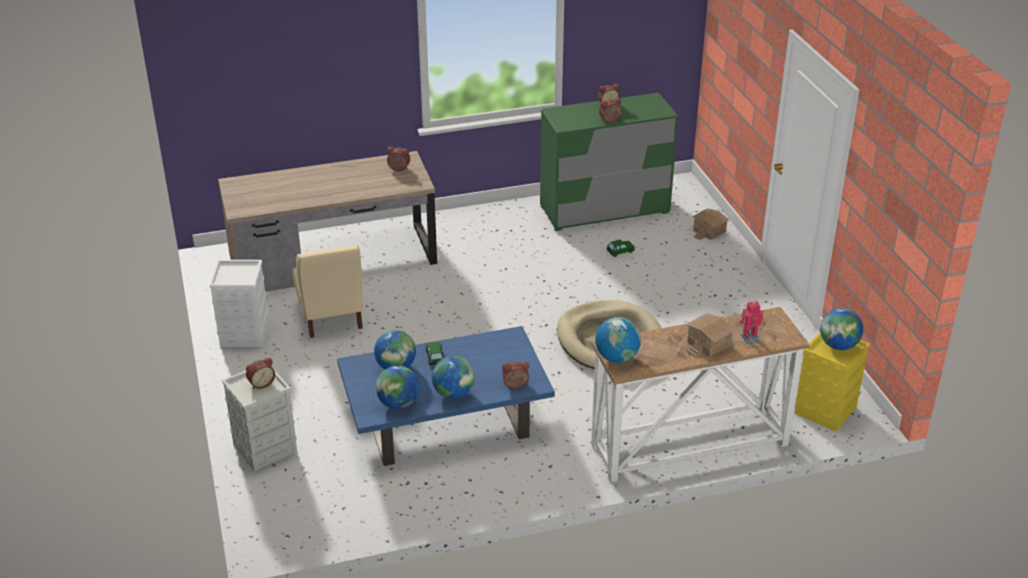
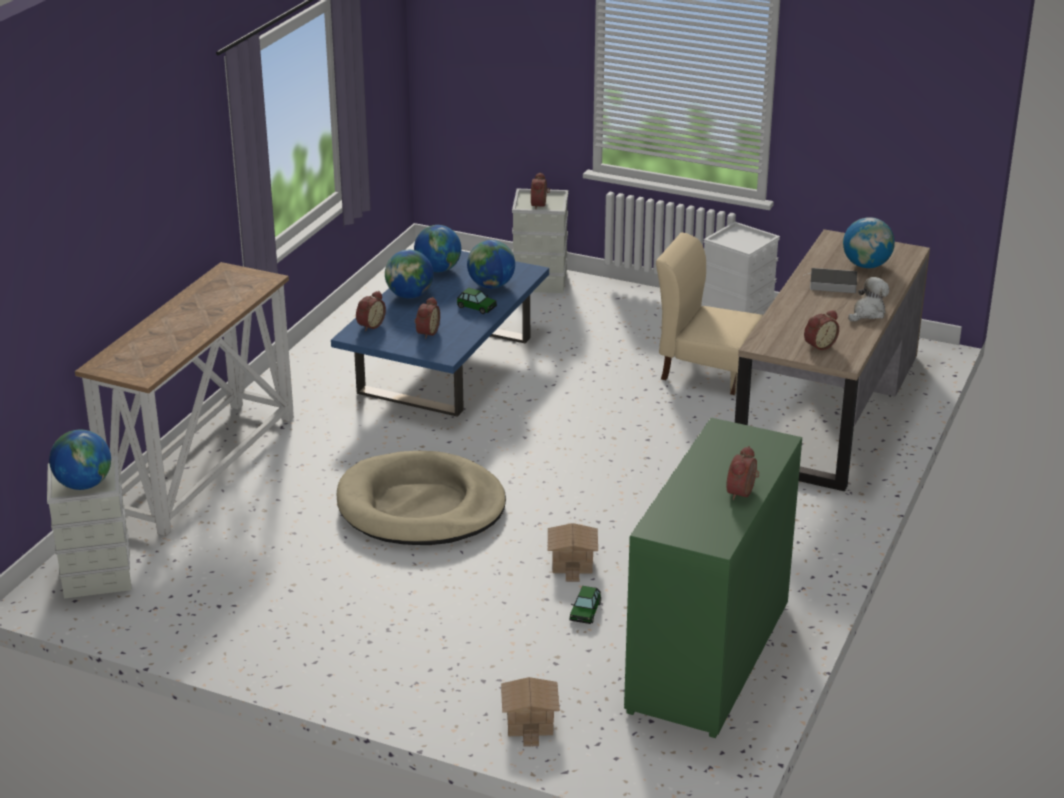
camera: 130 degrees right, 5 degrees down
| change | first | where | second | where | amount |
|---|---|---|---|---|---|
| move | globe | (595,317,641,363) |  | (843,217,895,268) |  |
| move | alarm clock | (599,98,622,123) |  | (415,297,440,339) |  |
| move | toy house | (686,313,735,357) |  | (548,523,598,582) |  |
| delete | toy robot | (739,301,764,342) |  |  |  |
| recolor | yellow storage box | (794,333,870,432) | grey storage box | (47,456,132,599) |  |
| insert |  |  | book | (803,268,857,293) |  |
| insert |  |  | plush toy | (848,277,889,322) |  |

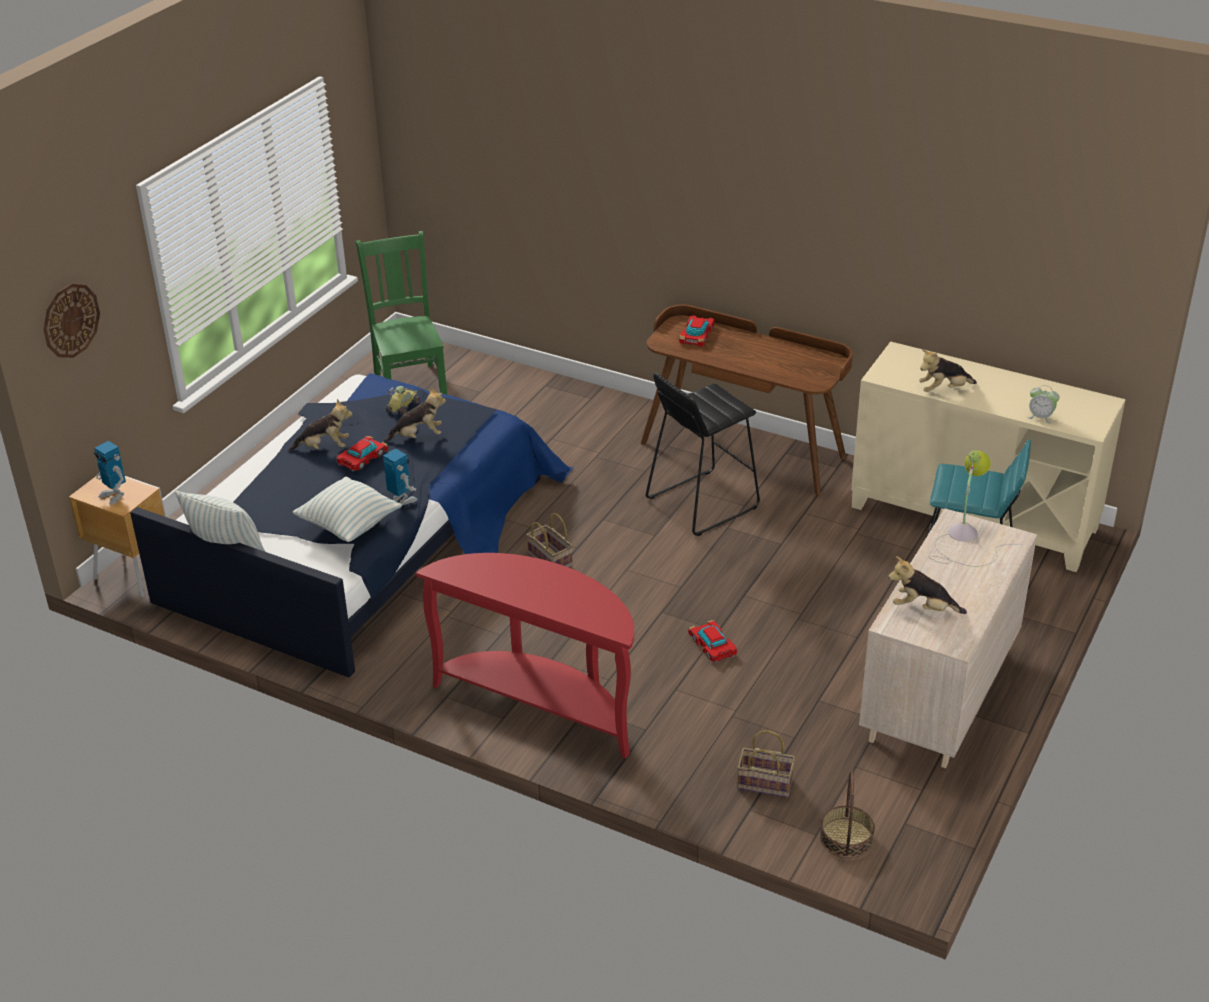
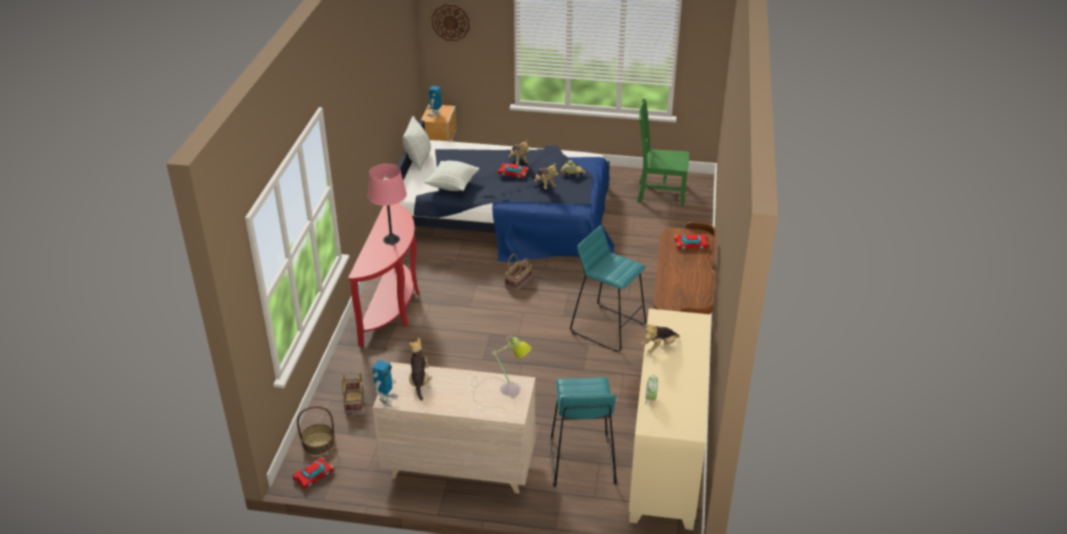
camera: 70 degrees right, 0 degrees up
| change | first | where | second | where | amount |
|---|---|---|---|---|---|
| rotate | green chair | (356,231,447,395) |  | (637,99,689,206) | 135 degrees counterclockwise |
| move | toy robot | (383,449,418,505) |  | (372,360,399,407) |  |
| recolor | black stool | (646,373,760,536) | turquoise stool | (570,225,646,352) |  |
| move | toy car | (688,620,737,663) |  | (293,457,334,489) |  |
| rotate | plush toy | (919,350,977,392) |  | (641,324,680,353) | 90 degrees counterclockwise |
| insert |  |  | pink table lamp | (368,164,407,245) |  |

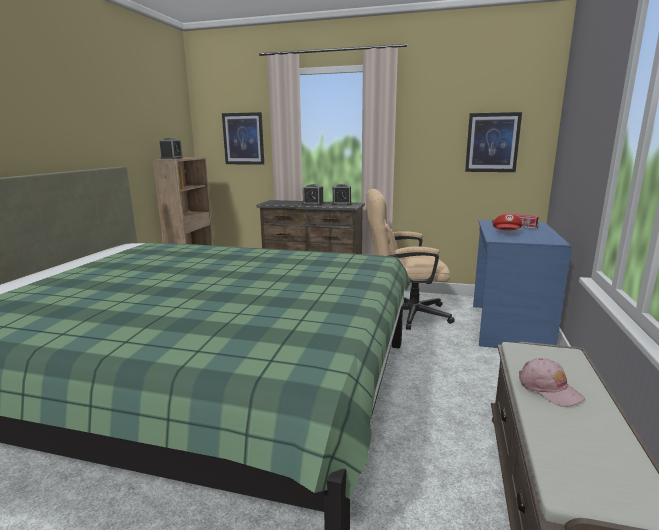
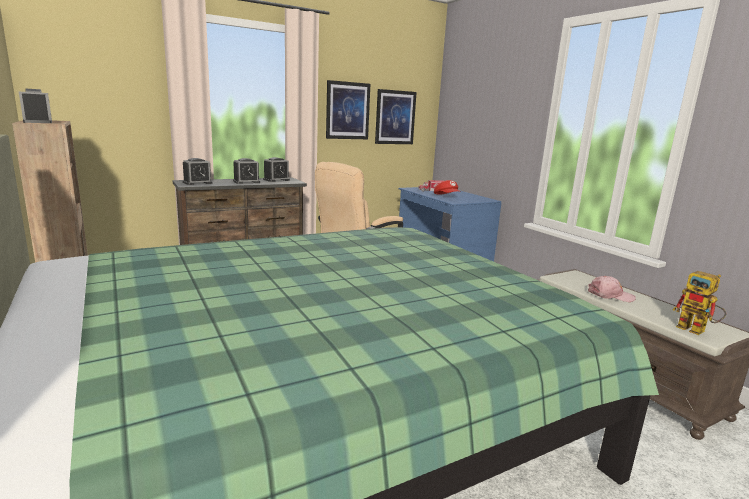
camera: 45 degrees left, 0 degrees up
| change | first | where | second | where | amount |
|---|---|---|---|---|---|
| move | picture | (222,112,264,165) |  | (326,80,370,139) |  |
| insert |  |  | alarm clock | (183,158,213,185) |  |
| insert |  |  | toy robot | (673,271,726,335) |  |

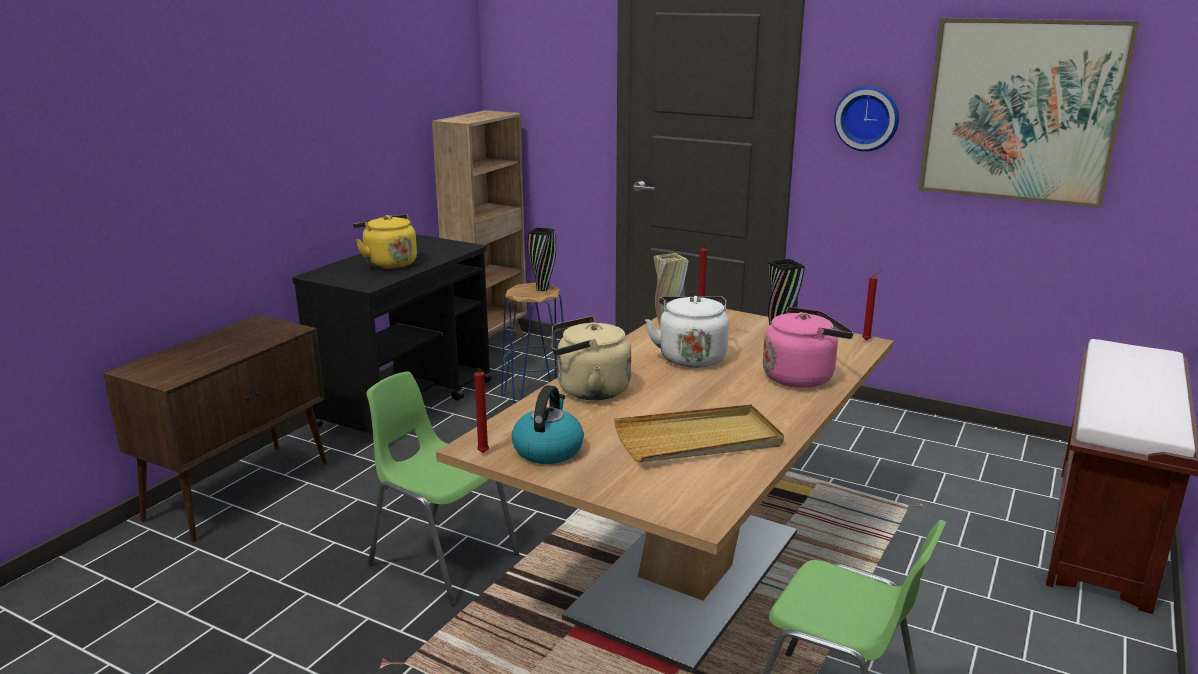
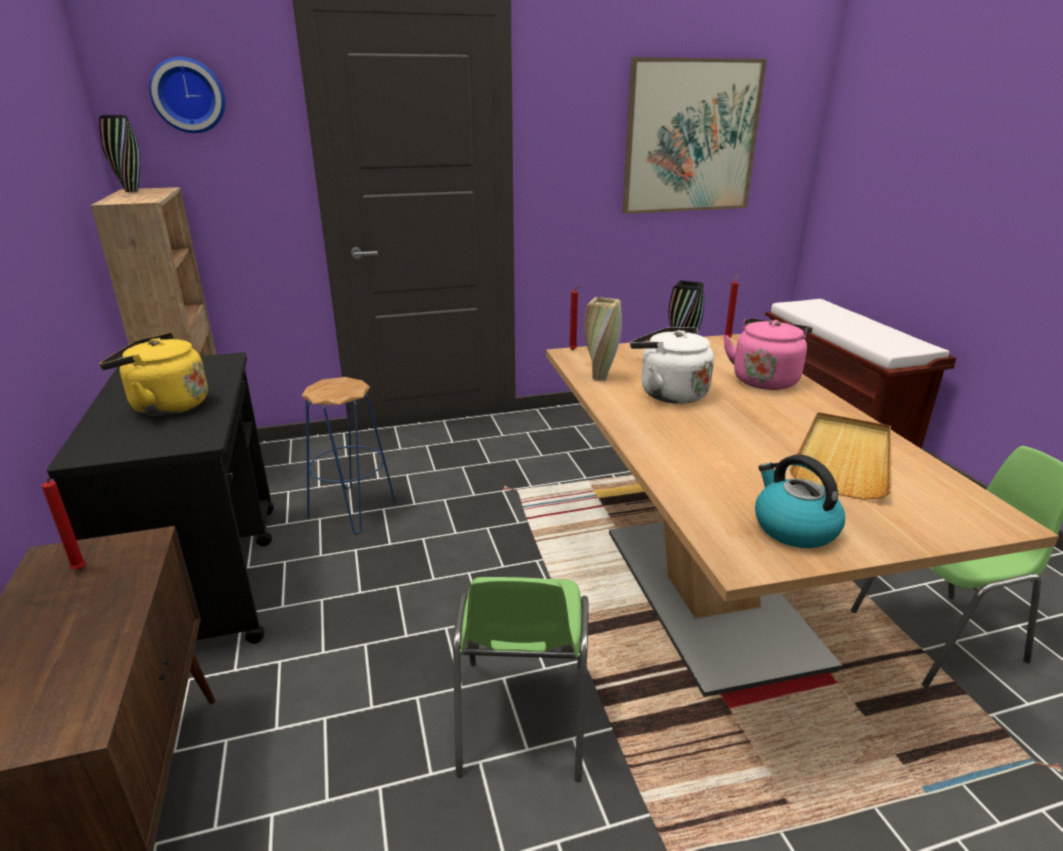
camera: 45 degrees left, 5 degrees up
| change | first | where | second | where | amount |
|---|---|---|---|---|---|
| rotate | green chair | (367,371,519,606) |  | (453,577,589,782) | 75 degrees counterclockwise |
| move | red candle | (474,368,489,453) |  | (42,477,86,570) |  |
| move | black vase | (528,228,556,291) |  | (99,115,140,192) |  |
| delete | beige kettle | (552,316,631,400) |  |  |  |
| move | wall clock | (834,86,899,152) |  | (149,57,225,133) |  |

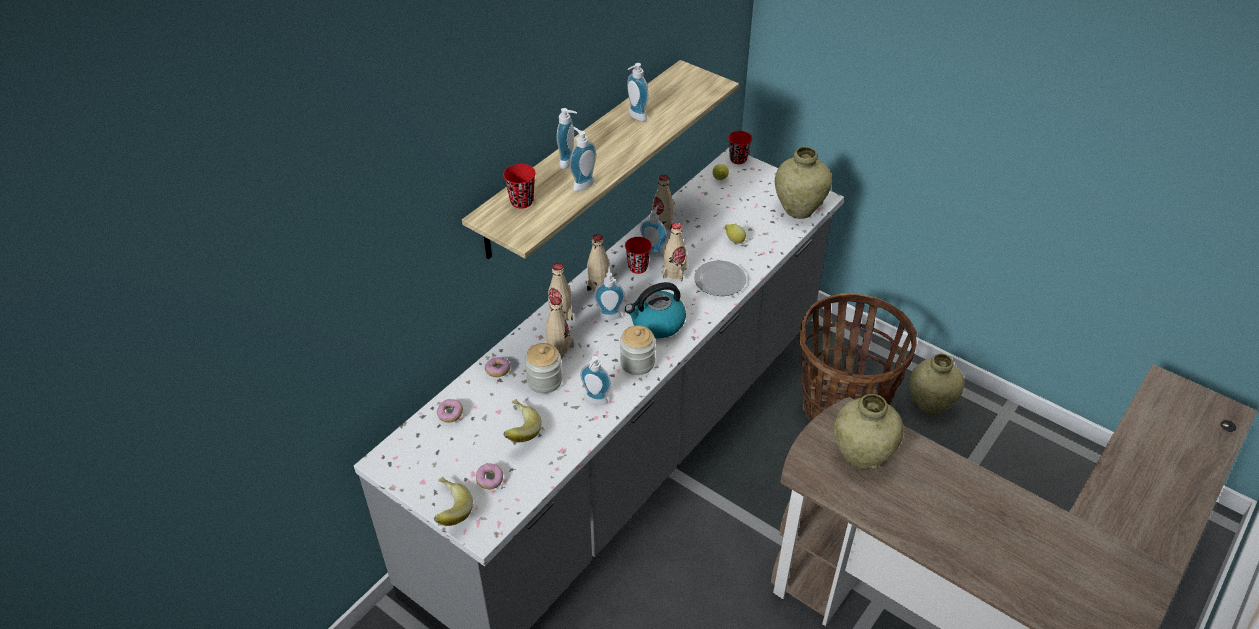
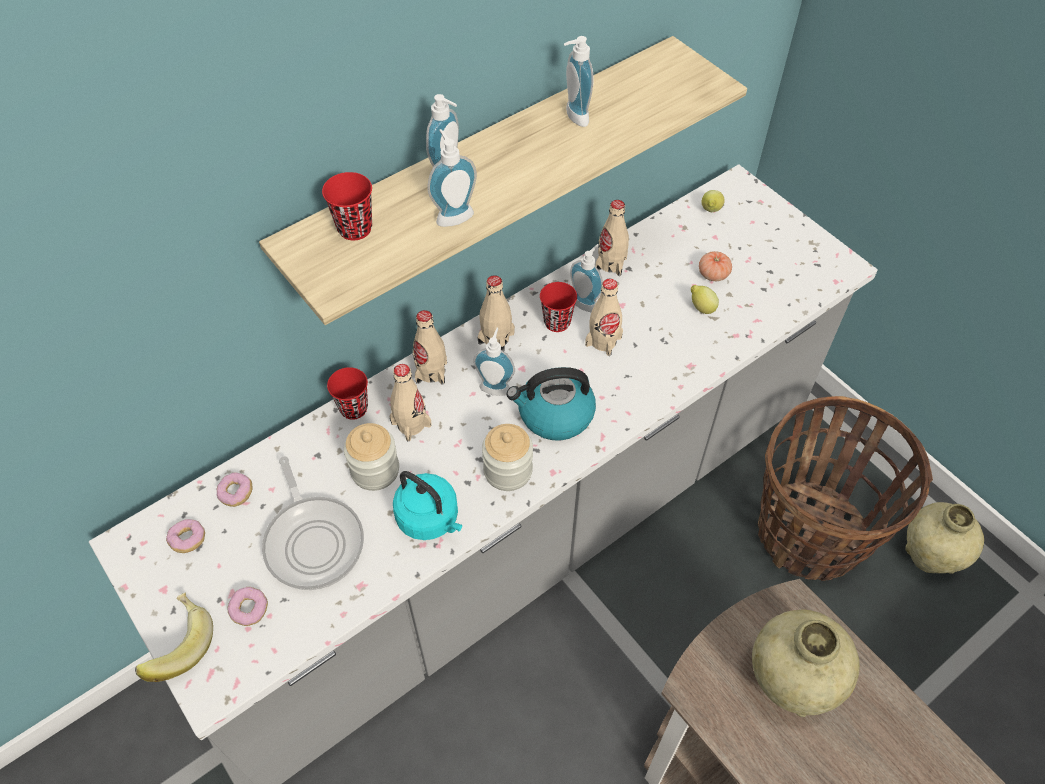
camera: 15 degrees right, 10 degrees up
| change | first | where | second | where | amount |
|---|---|---|---|---|---|
| move | donut | (485,357,510,377) |  | (166,519,205,553) |  |
| replace | banana | (503,399,541,443) | frying pan | (262,456,364,590) |  |
| replace | soap dispenser | (580,356,611,405) | turquoise kettle | (393,471,462,540) |  |
| delete | plate | (694,261,746,296) |  |  |  |
| move | red cup | (728,131,752,164) |  | (327,367,368,420) |  |
| delete | beige vase | (775,147,832,219) |  |  |  |
| insert |  |  | tomato | (699,251,732,281) |  |

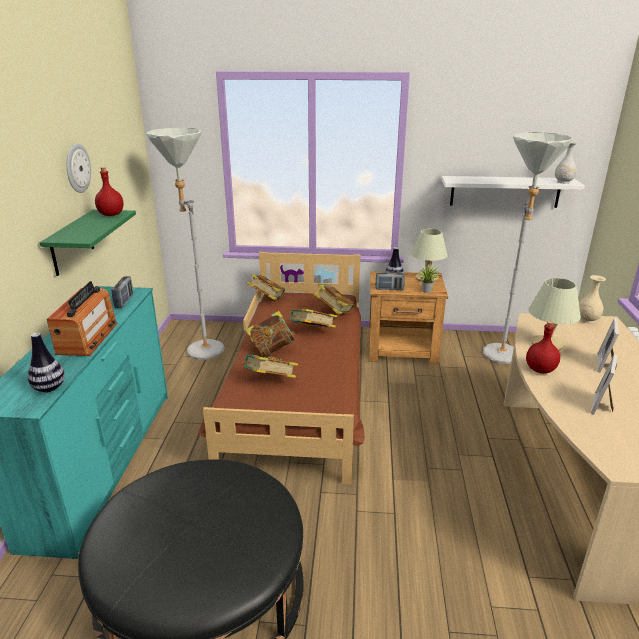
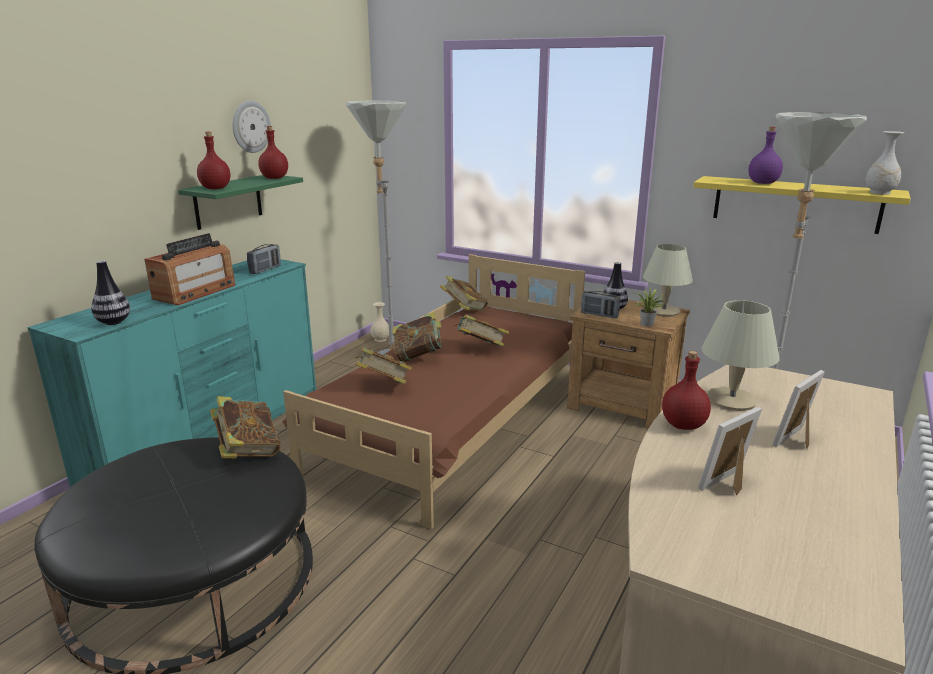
camera: 25 degrees right, 5 degrees down
| change | first | where | second | where | amount |
|---|---|---|---|---|---|
| move | book | (313,285,355,315) |  | (210,396,281,458) |  |
| recolor | white shelf | (441,176,585,208) | yellow shelf | (693,176,911,234) |  |
| move | beige vase | (579,275,606,323) |  | (370,302,389,342) |  |
| insert |  |  | red bottle | (197,132,230,189) |  |
| insert |  |  | purple bottle | (748,127,783,184) |  |

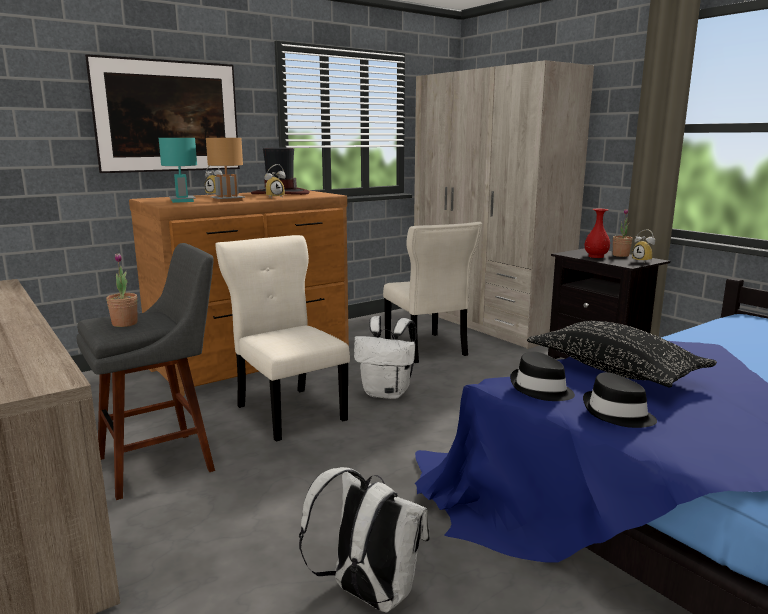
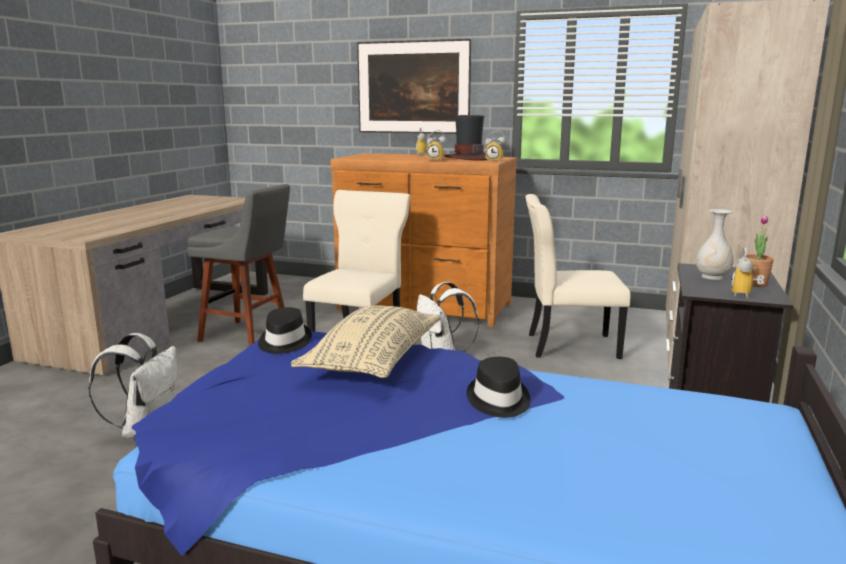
camera: 55 degrees right, 0 degrees up
| change | first | where | second | where | amount |
|---|---|---|---|---|---|
| delete | potted plant | (106,253,137,327) |  |  |  |
| delete | turquoise table lamp | (159,138,197,203) |  |  |  |
| delete | brown table lamp | (206,138,245,202) |  |  |  |
| rotate | beige chair | (383,222,482,363) |  | (525,194,630,359) | 60 degrees clockwise |
| recolor | black pillow | (527,321,717,387) | beige pillow | (291,305,441,378) |  |
| move | black hat | (583,372,657,428) |  | (467,357,531,418) |  |
| recolor | red vase | (584,209,610,258) | white vase | (696,209,734,280) |  |
| insert |  |  | alarm clock | (485,131,506,161) |  |

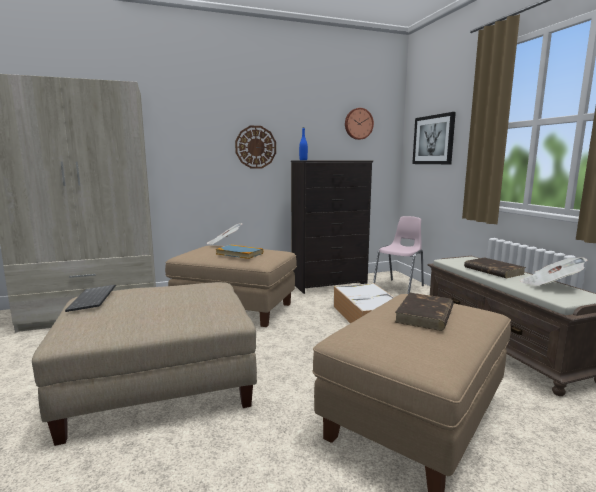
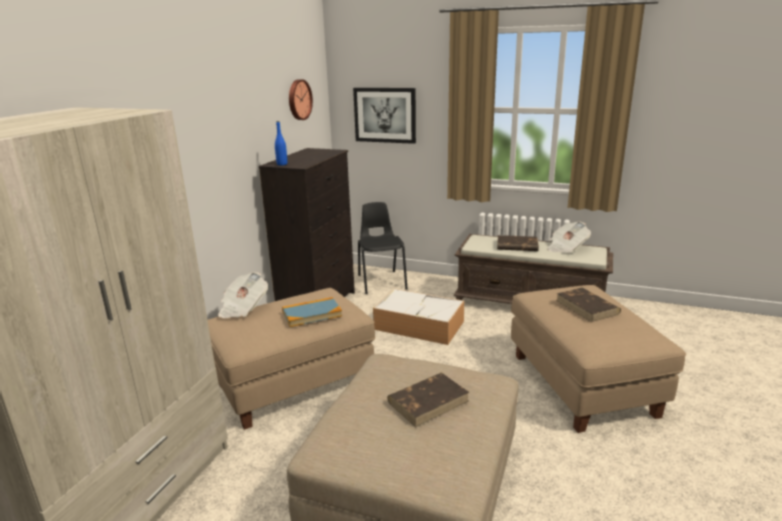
camera: 50 degrees left, 10 degrees up
| change | first | where | second | where | amount |
|---|---|---|---|---|---|
| delete | keyboard | (65,285,116,312) |  |  |  |
| delete | wall clock | (235,126,276,169) |  |  |  |
| recolor | pink chair | (373,216,424,294) | black chair | (358,202,408,294) |  |
| insert |  |  | brown book | (387,373,470,427) |  |

